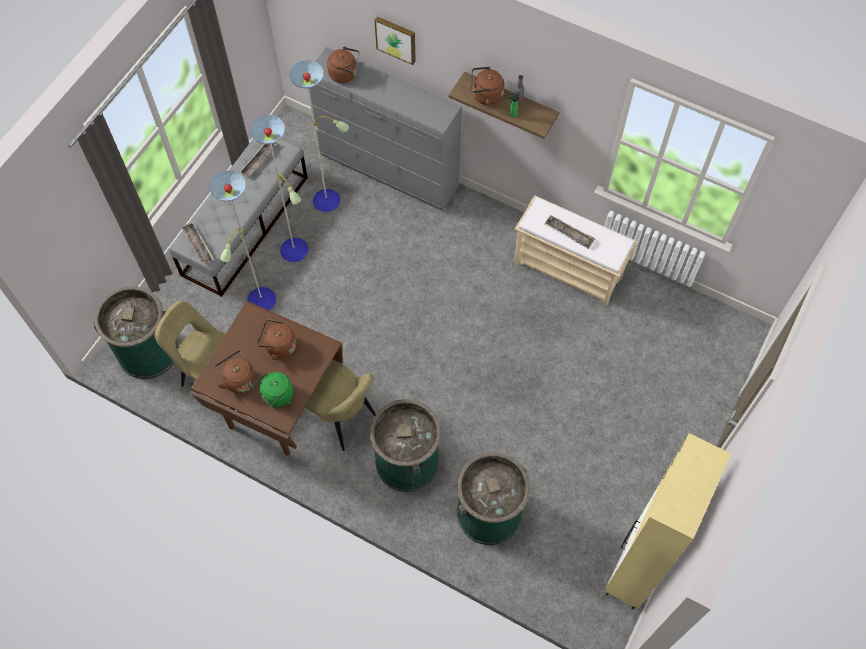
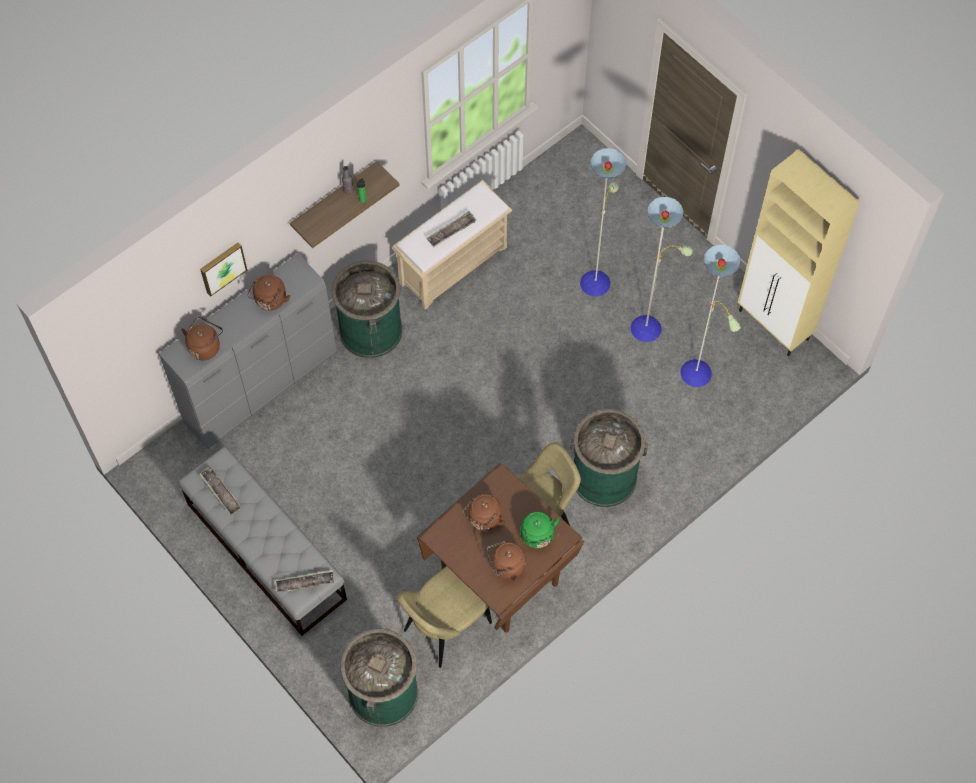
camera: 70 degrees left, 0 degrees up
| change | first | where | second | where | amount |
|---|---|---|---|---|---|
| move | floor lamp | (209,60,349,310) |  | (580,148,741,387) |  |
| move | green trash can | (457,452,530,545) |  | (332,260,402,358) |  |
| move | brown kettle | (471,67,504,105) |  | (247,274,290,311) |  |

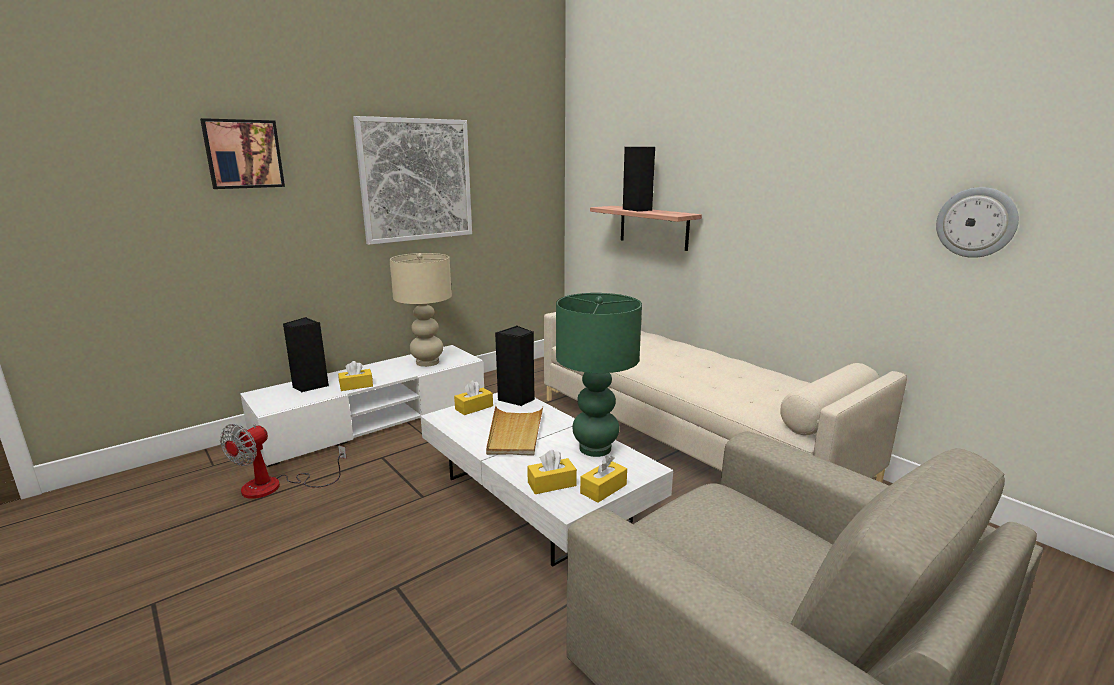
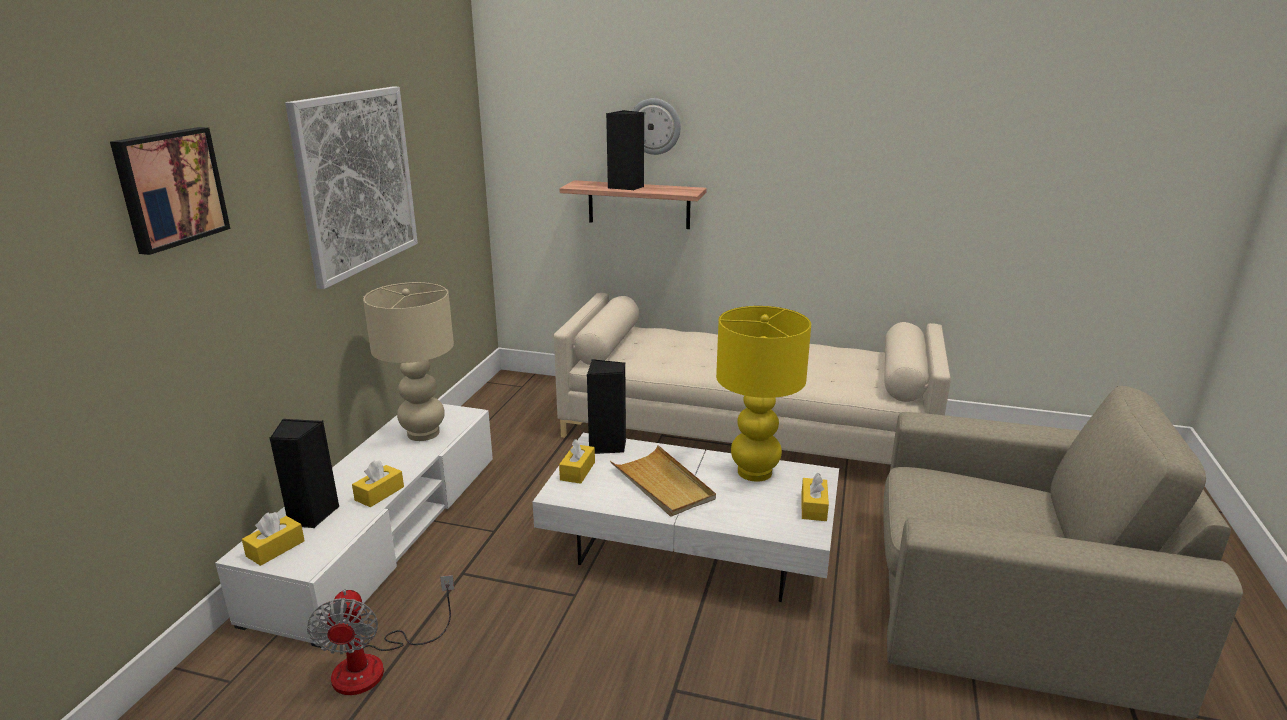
camera: 35 degrees left, 5 degrees up
| change | first | where | second | where | amount |
|---|---|---|---|---|---|
| move | yellow tissue box | (527,450,577,494) |  | (242,512,305,566) |  |
| recolor | green table lamp | (556,293,642,457) | yellow table lamp | (716,306,811,482) |  |
| move | wall clock | (936,187,1019,258) |  | (632,98,681,155) |  |

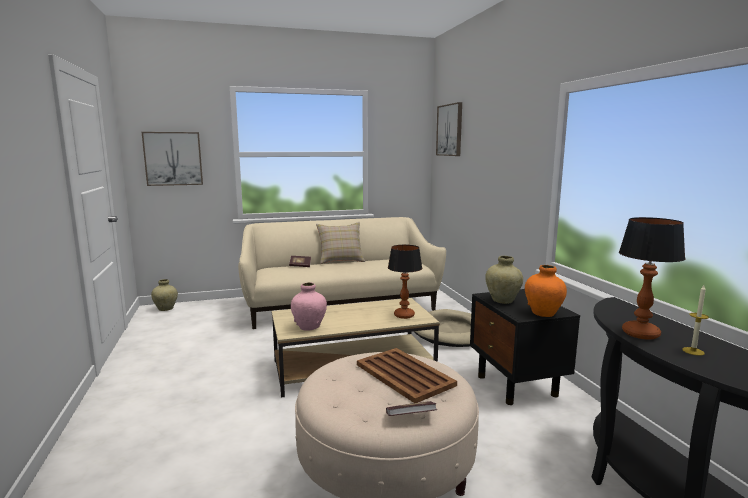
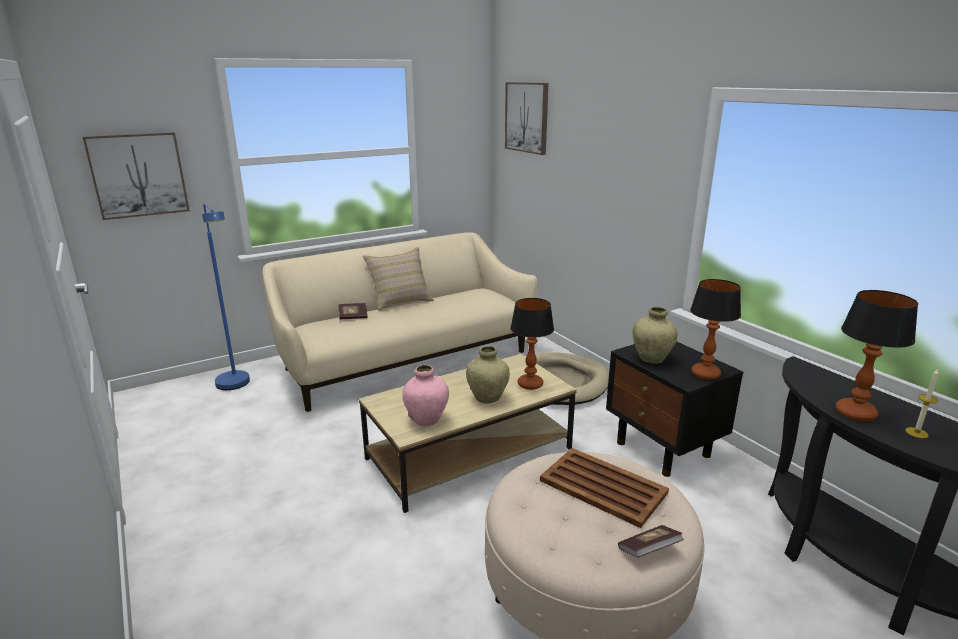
camera: 15 degrees left, 10 degrees up
| change | first | where | second | where | amount |
|---|---|---|---|---|---|
| move | beige vase | (151,279,178,311) |  | (466,346,510,403) |  |
| replace | orange vase | (525,265,567,317) | table lamp | (690,279,741,380) |  |
| insert |  |  | blue floor lamp | (202,203,250,390) |  |

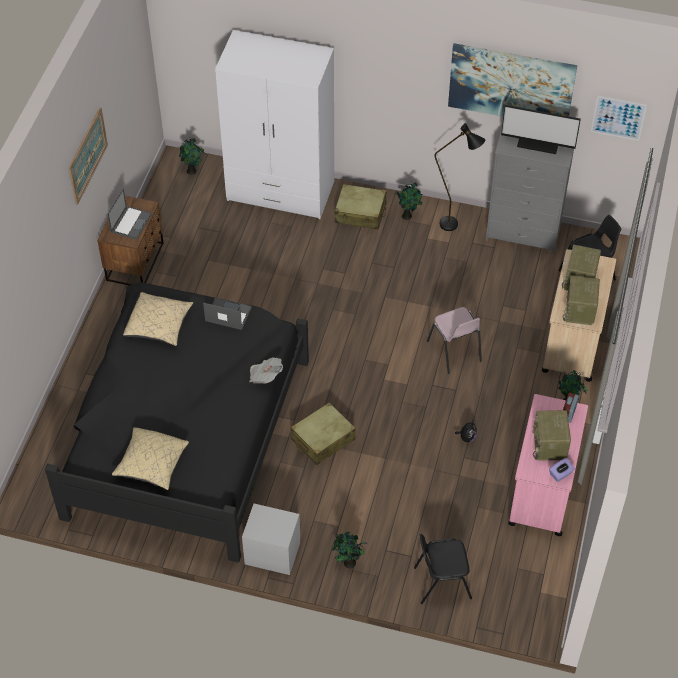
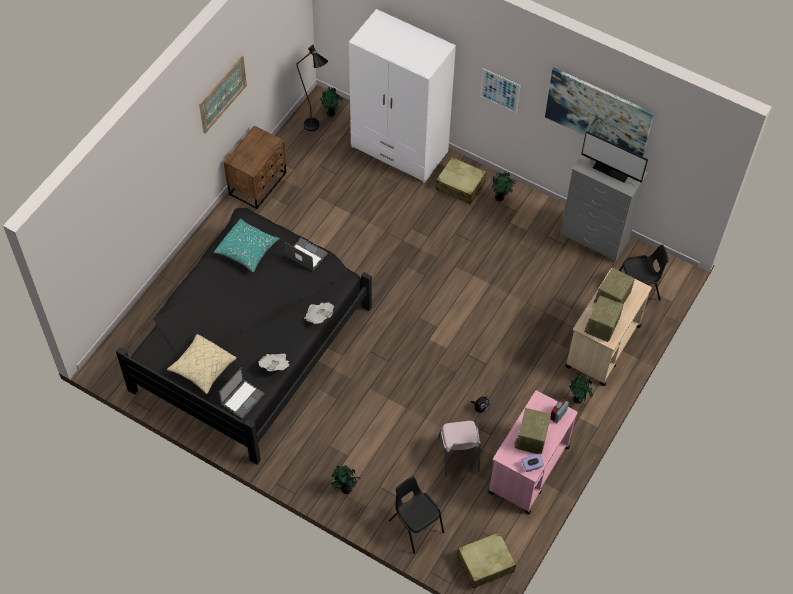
camera: 15 degrees right, 5 degrees up
| change | first | where | second | where | amount |
|---|---|---|---|---|---|
| move | laptop | (107,188,152,240) |  | (219,367,265,419) |  |
| recolor | beige pillow | (123,292,193,346) | turquoise pillow | (213,219,280,273) |  |
| delete | grey nightstand | (242,504,300,575) |  |  |  |
| move | beige suitcase | (291,402,356,465) |  | (457,532,516,588) |  |
| rotate | black chair | (414,534,472,604) |  | (389,476,444,554) | 45 degrees clockwise |
| move | pink chair | (427,307,482,374) |  | (438,421,481,476) |  |
| move | black floor lamp | (434,123,485,231) |  | (296,45,328,131) |  |
| move | picture | (591,96,647,141) |  | (480,68,520,113) |  |
| insert |  |  | newspaper | (258,354,289,371) |  |

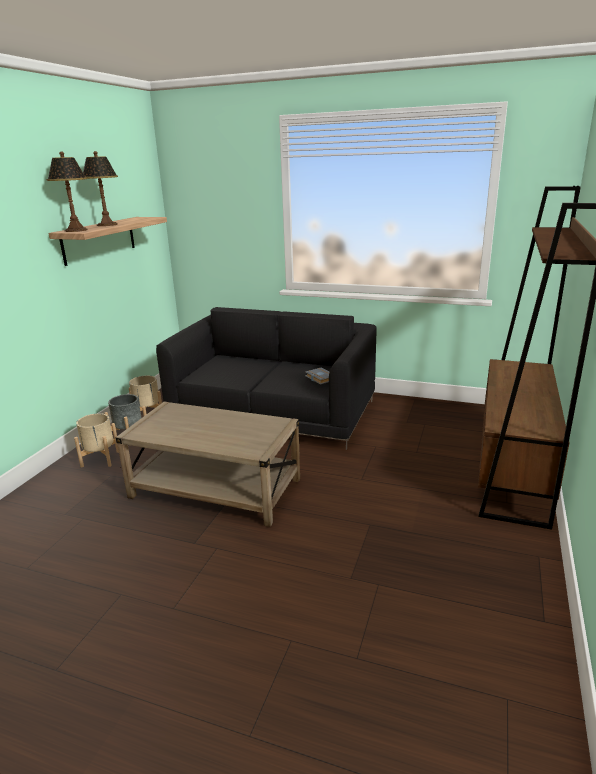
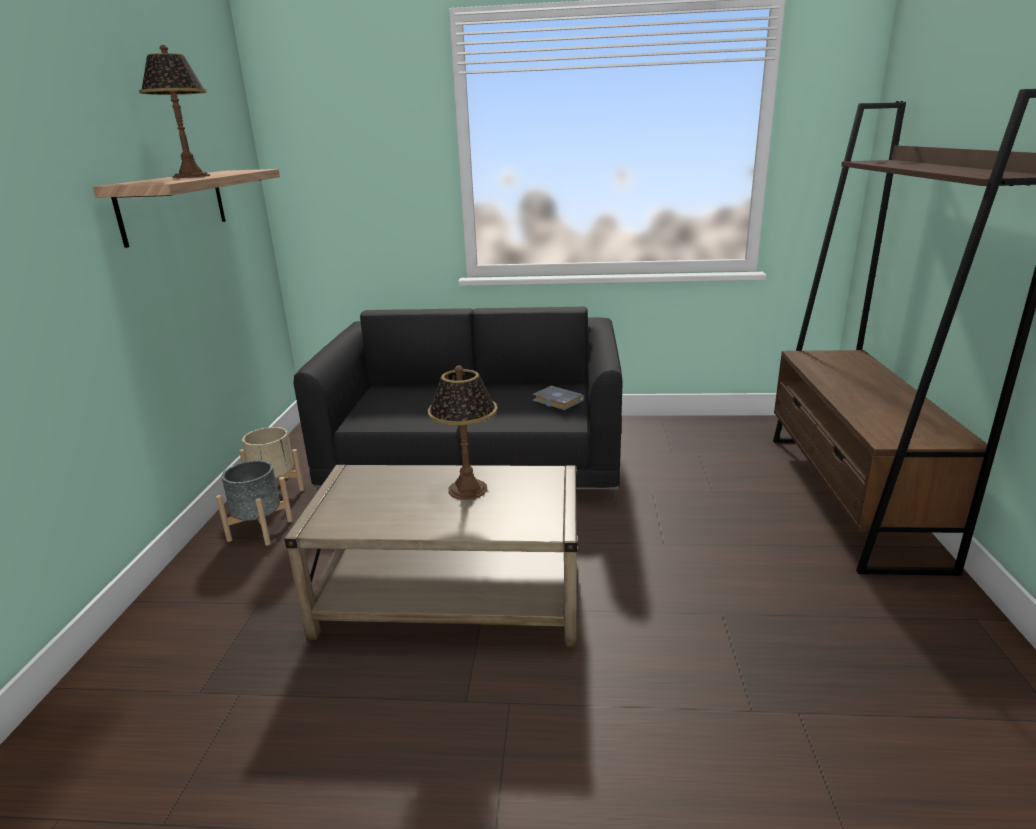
camera: 15 degrees left, 0 degrees up
| change | first | where | second | where | amount |
|---|---|---|---|---|---|
| move | table lamp | (46,152,88,232) |  | (428,365,498,500) |  |
| delete | beige planter | (74,413,119,468) |  |  |  |

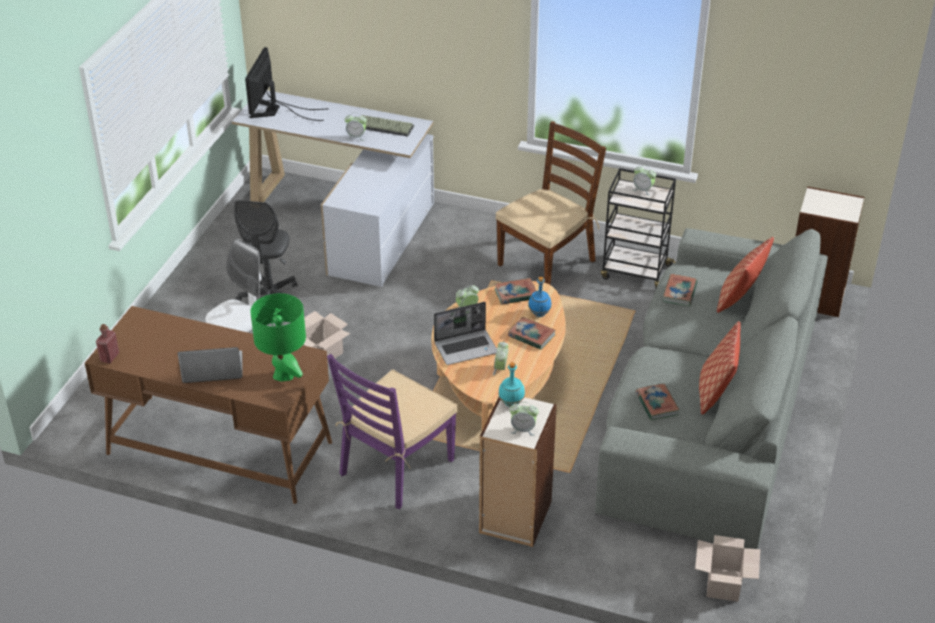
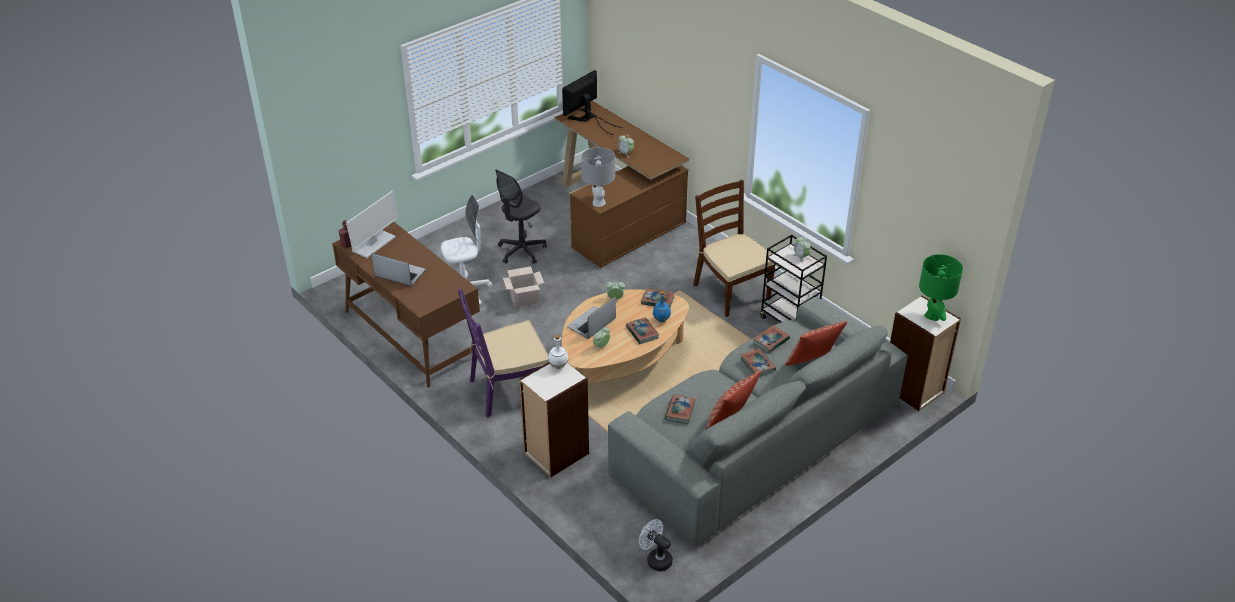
camera: 30 degrees right, 0 degrees up
| change | first | where | second | where | amount |
|---|---|---|---|---|---|
| recolor | white desk | (232,90,434,287) | brown desk | (554,101,689,268) |  |
| move | green table lamp | (250,293,306,382) |  | (919,254,963,321) |  |
| delete | keyboard | (362,115,414,137) |  |  |  |
| rotate | laptop | (434,302,497,365) |  | (567,296,616,339) | 120 degrees clockwise |
| rotate | brown chair | (495,121,606,285) |  | (693,180,776,317) | 105 degrees counterclockwise |
| recolor | turquoise bottle | (498,362,525,407) | white bottle | (548,335,568,369) |  |
| delete | alarm clock | (509,402,539,436) |  |  |  |
| replace | cardboard box | (695,535,760,602) | white fan | (639,519,673,571) |  |
| insert |  |  | monitor | (346,191,398,258) |  |
| insert |  |  | grey table lamp | (581,147,615,207) |  |
| insert |  |  | book | (740,348,776,377) |  |

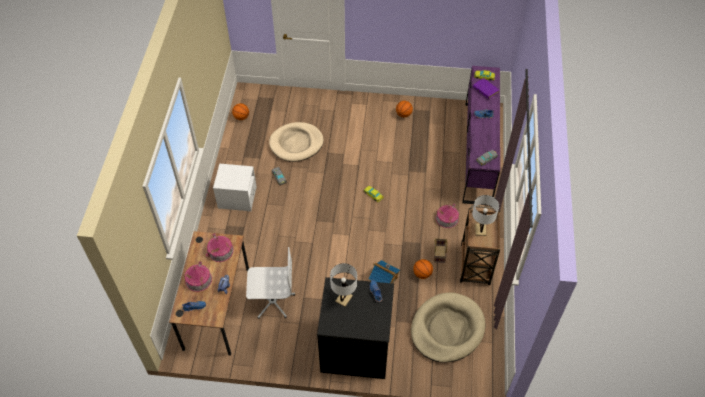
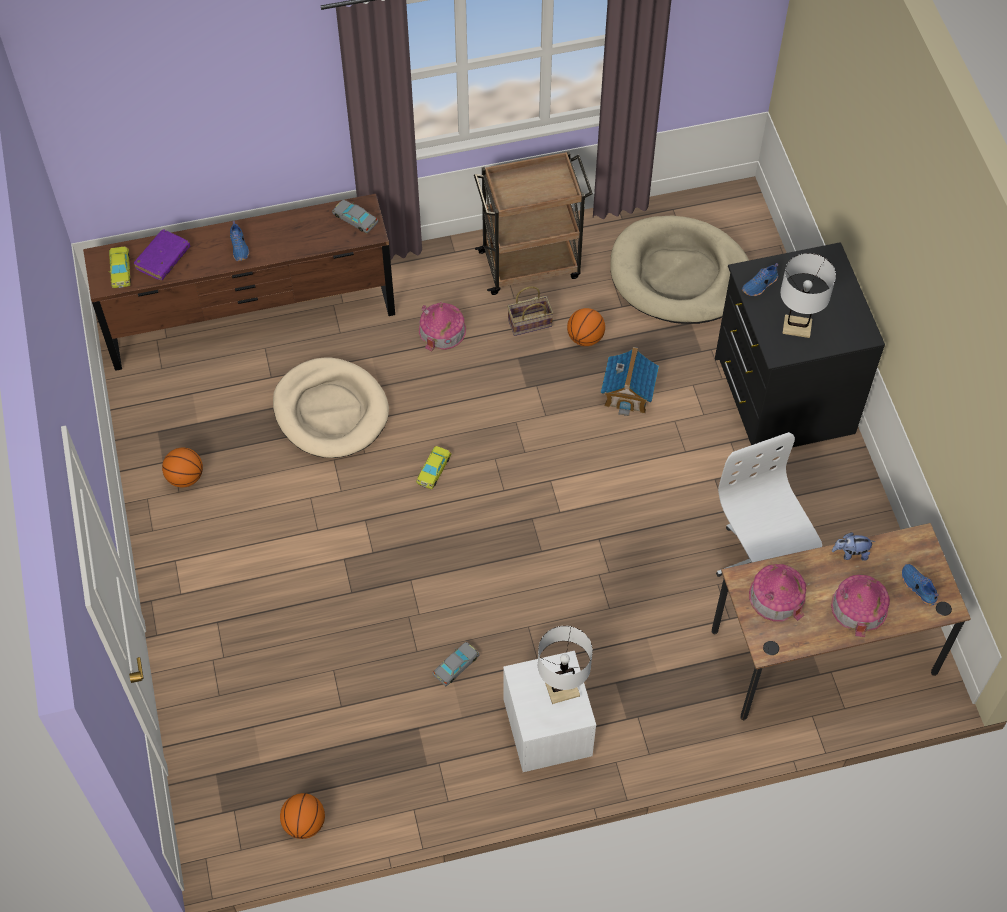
camera: 110 degrees left, 5 degrees up
| change | first | where | second | where | amount |
|---|---|---|---|---|---|
| move | beige dog bed | (269,122,324,162) |  | (273,358,389,458) |  |
| recolor | purple dresser | (462,66,500,206) | brown dresser | (83,194,395,371) |  |
| move | white table lamp | (472,195,499,236) |  | (538,626,593,704) |  |

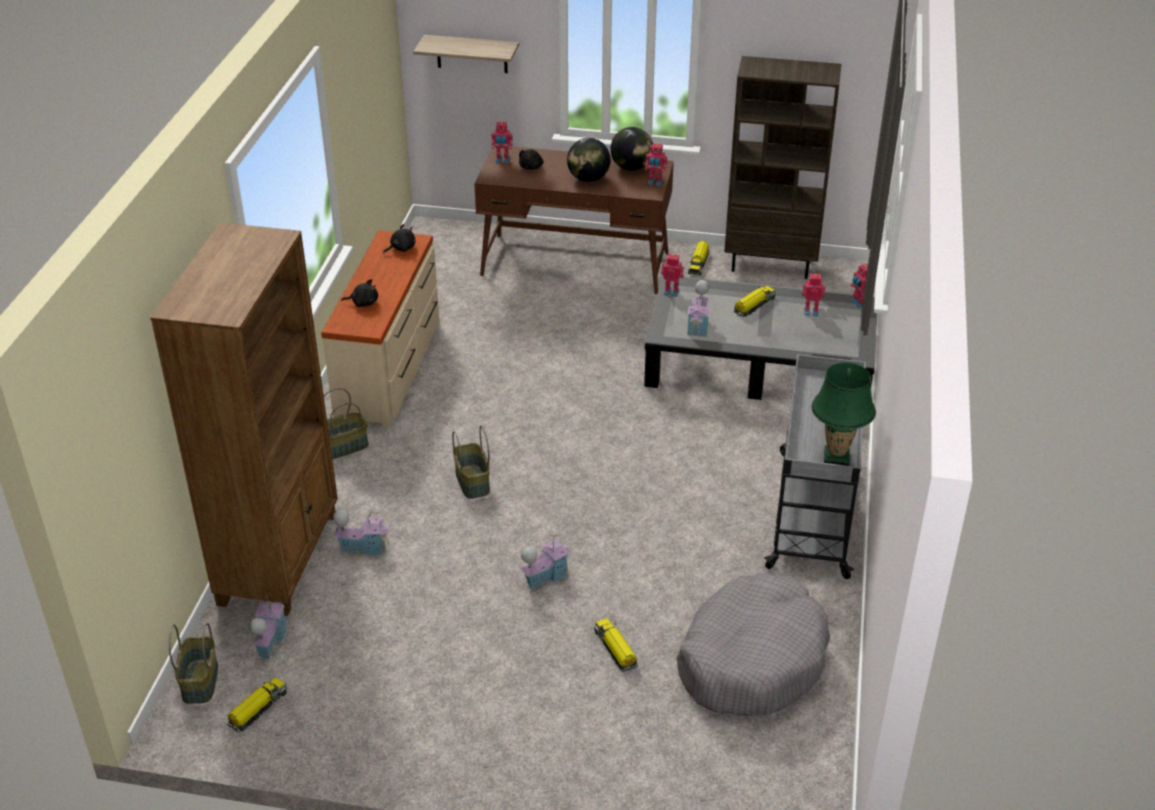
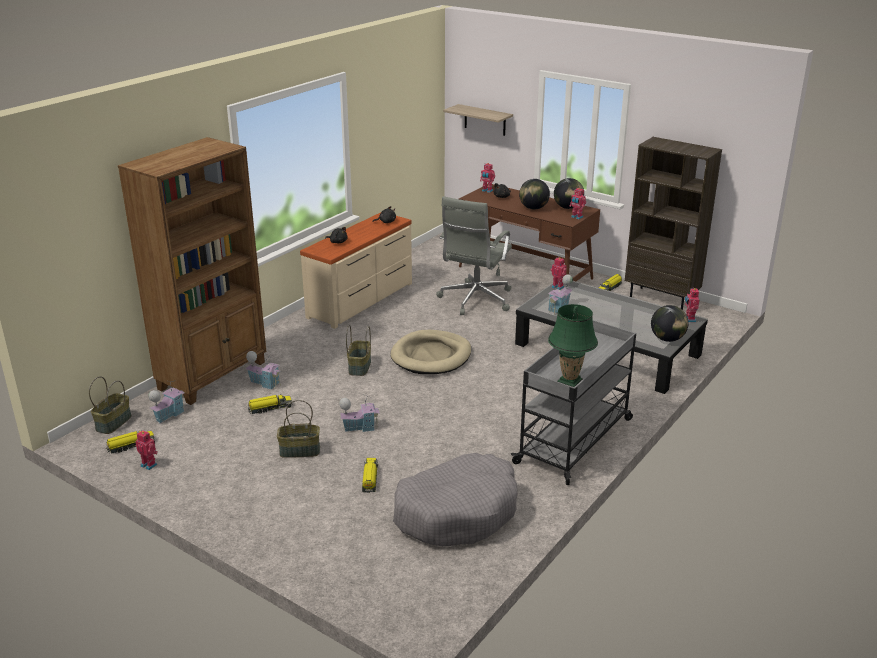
camera: 25 degrees right, 10 degrees down
| change | first | where | second | where | amount |
|---|---|---|---|---|---|
| move | basket | (324,388,369,460) |  | (277,400,320,458) |  |
| move | toy truck | (733,286,776,317) |  | (248,395,292,414) |  |
| move | toy robot | (802,274,826,316) |  | (135,430,158,470) |  |
| insert |  |  | beige dog bed | (391,330,471,374) |  |
| insert |  |  | grey office chair | (436,196,512,315) |  |
| insert |  |  | globe | (651,305,688,342) |  |

